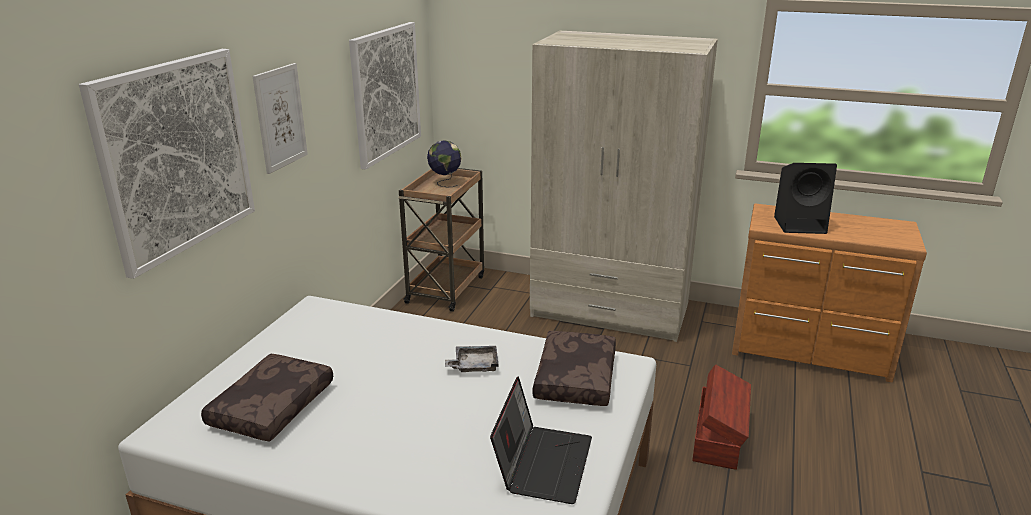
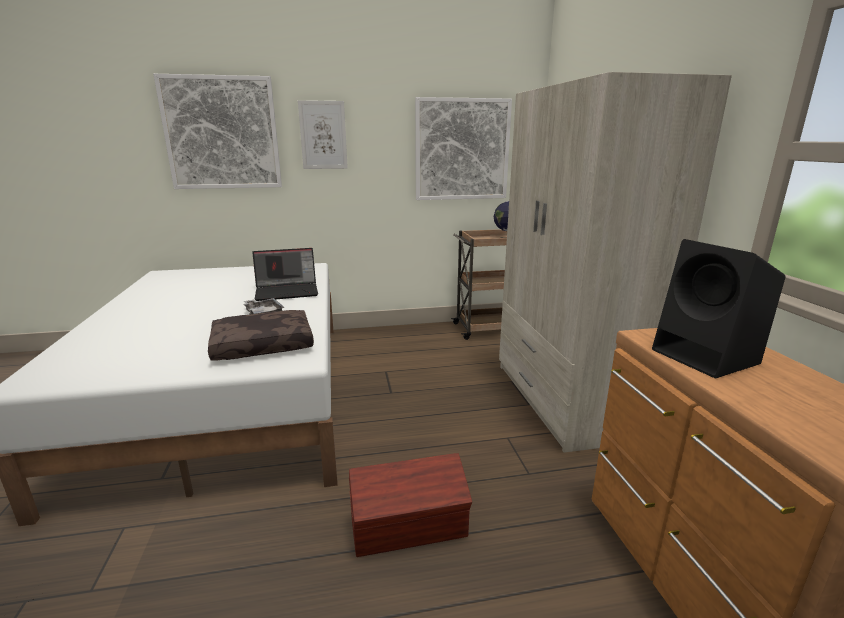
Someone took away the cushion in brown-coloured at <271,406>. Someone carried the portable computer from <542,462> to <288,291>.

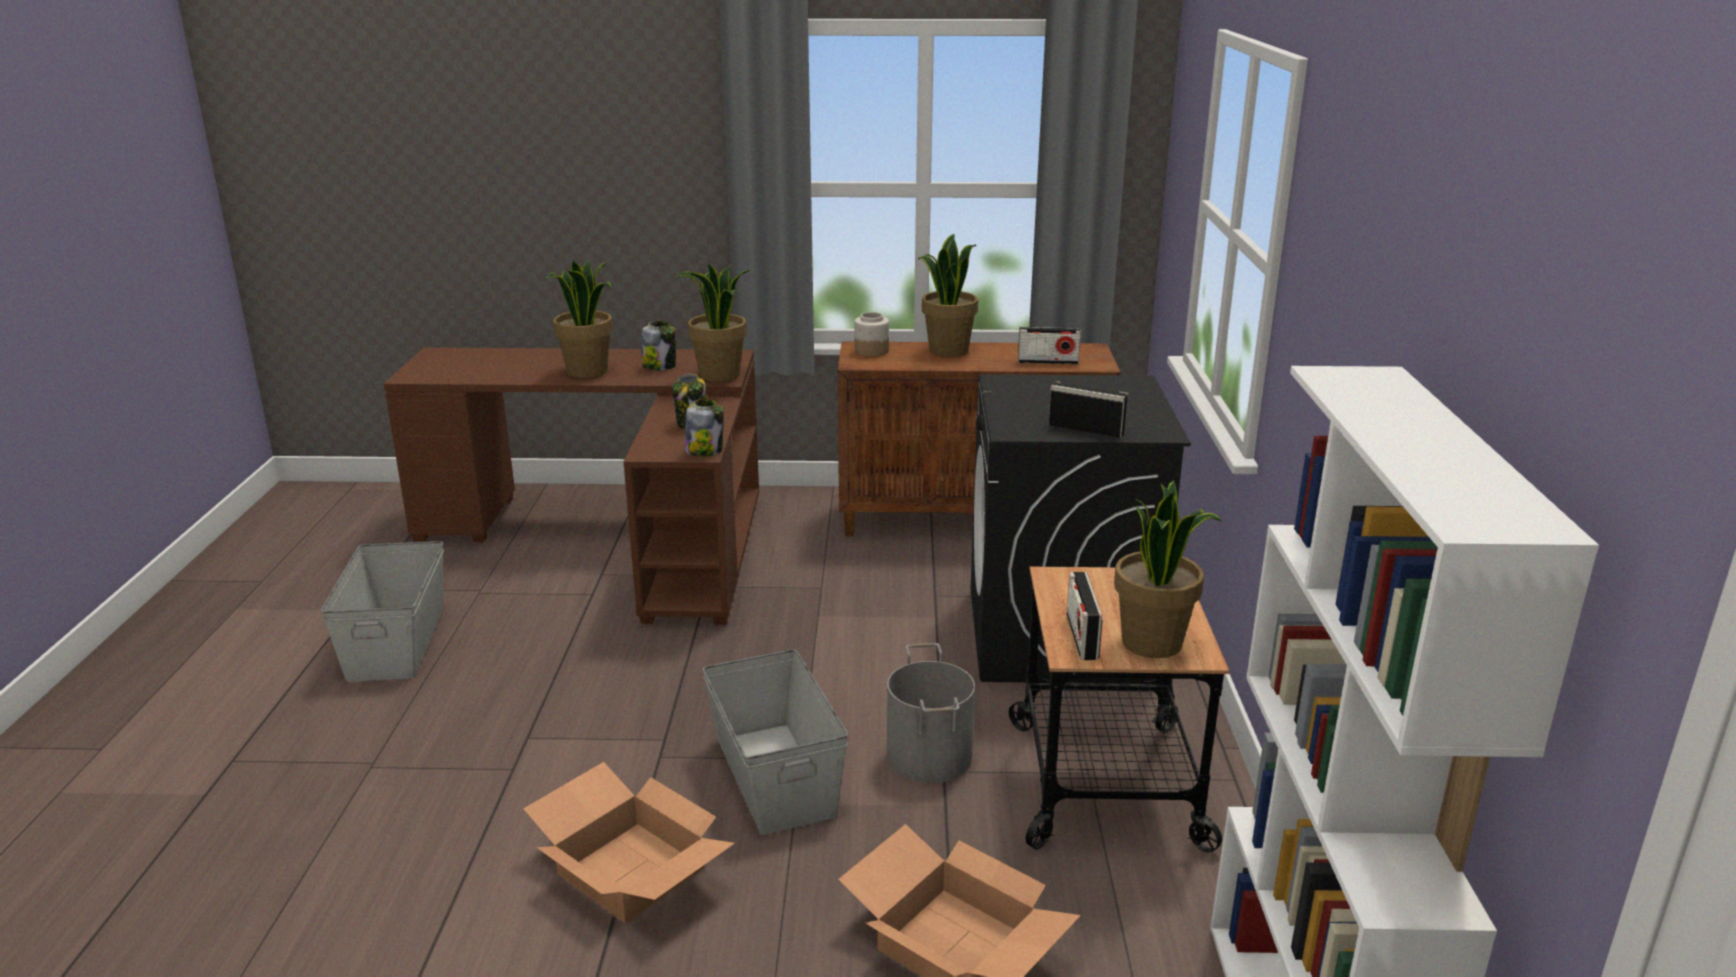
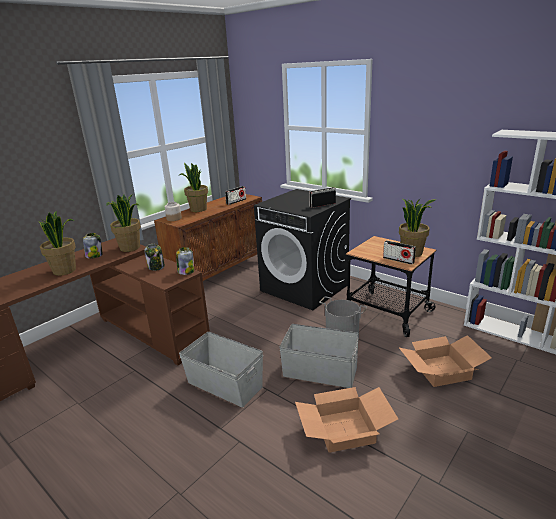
Someone carried the storage box in greyish from <398,642> to <224,384>.

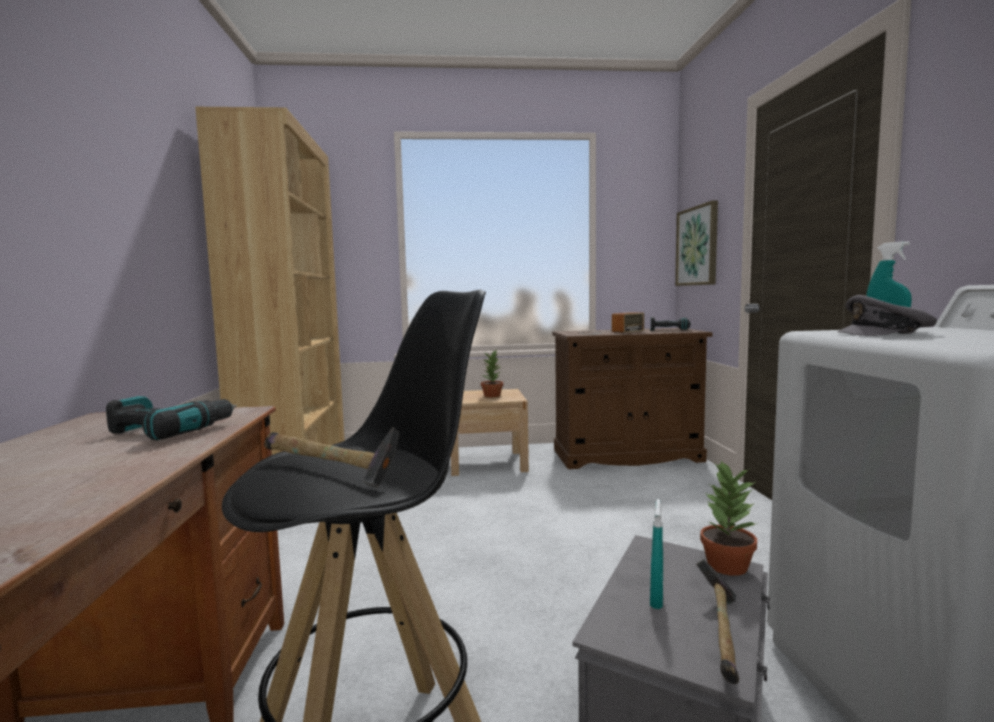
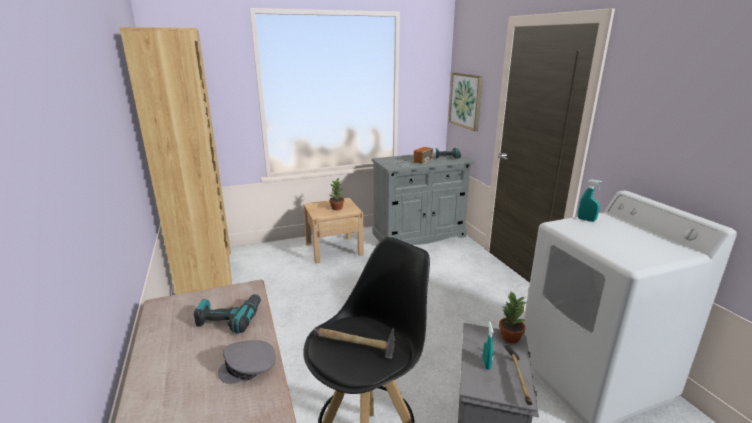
Someone carried the peaked cap in greyish from <885,334> to <249,367>. Someone repainted the cabinet in brown-coloured at <627,456>, which became the cabinet in greyish at <419,235>.

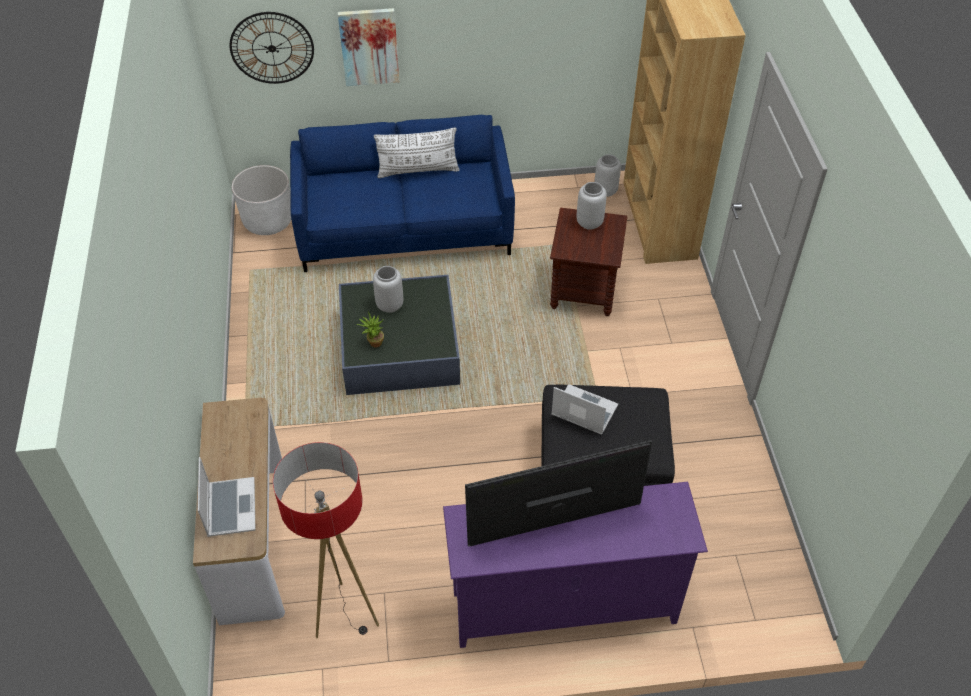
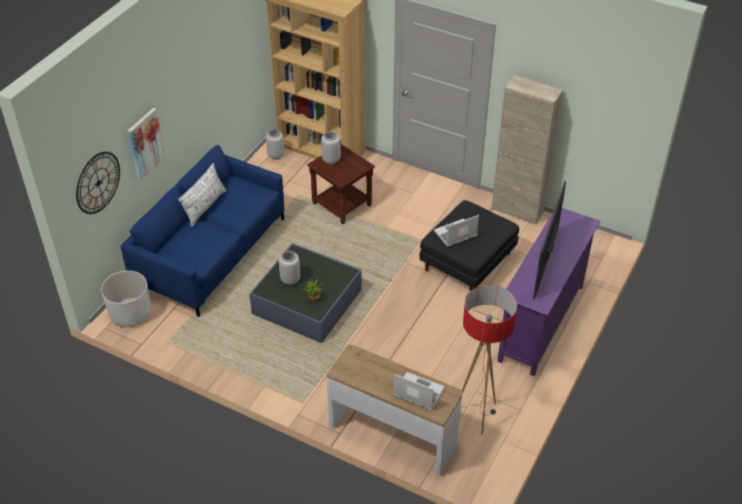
Someone put down the cabinet in beige-coloured at <517,210>.

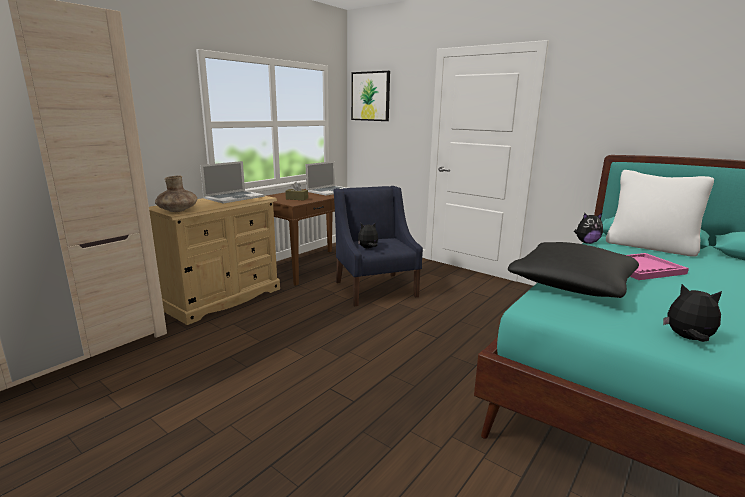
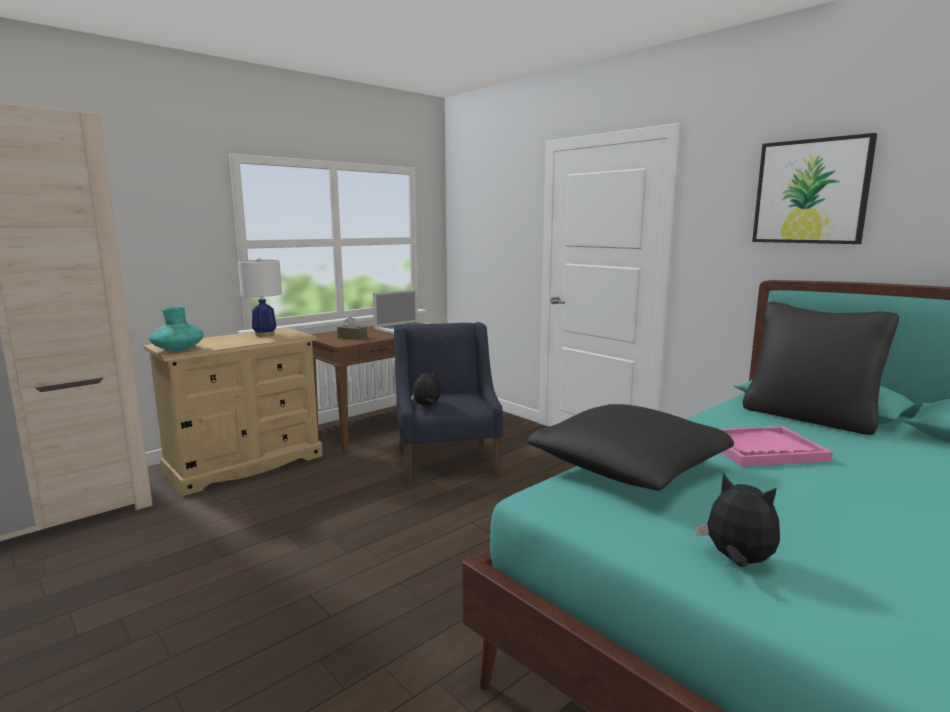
Someone took away the soft toy at <586,242>. Someone carried the wall picture from <370,96> to <811,192>. Someone swapped the portable computer at <234,197> for the lamp for a table in white at <265,334>. Someone repainted the flower vase in brown-coloured at <177,211>, which became the flower vase in turquoise-coloured at <178,350>. Someone repainted the cushion in white at <649,247>, which became the cushion in black-coloured at <809,417>.

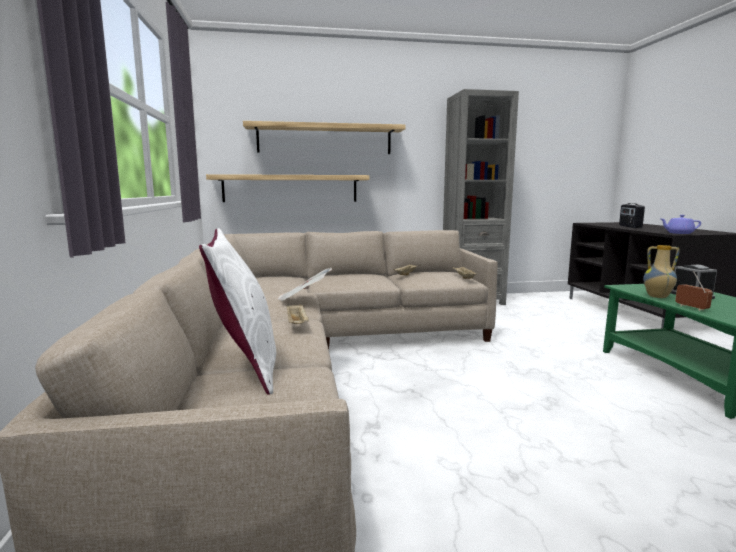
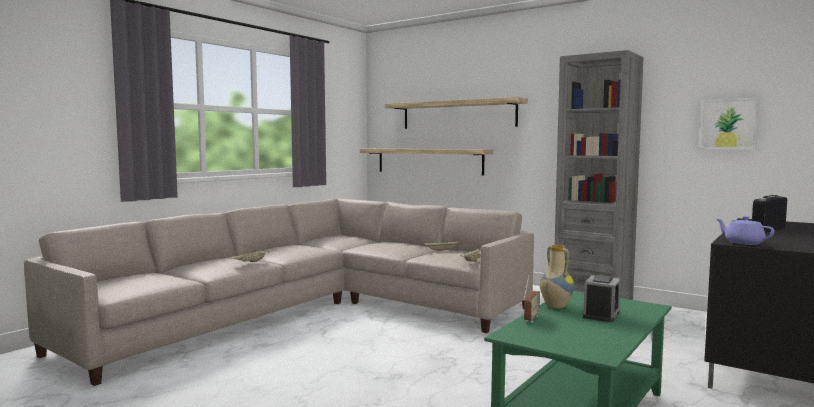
Someone took away the cushion in white at <245,367>. Someone took away the daily paper at <303,299>. Someone put up the wall picture at <729,124>.

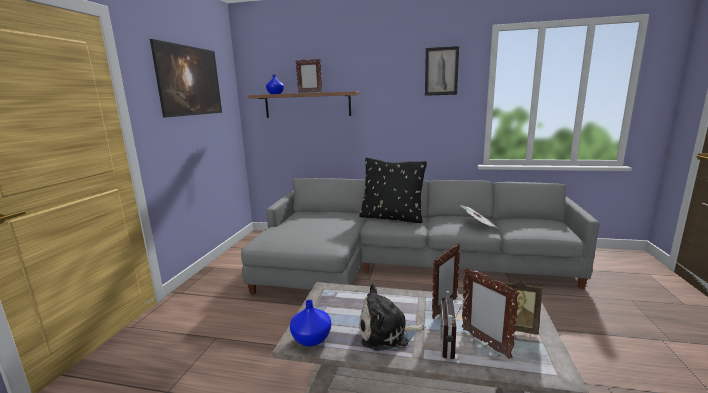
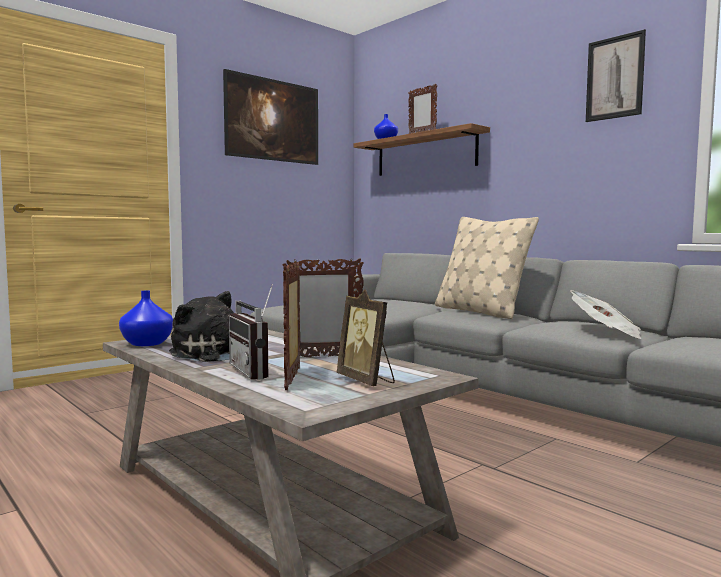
Someone repainted the cushion in black-coloured at <391,218>, which became the cushion in beige-coloured at <480,312>. Someone rotated the radio set at <453,344> by 75 degrees counterclockwise.

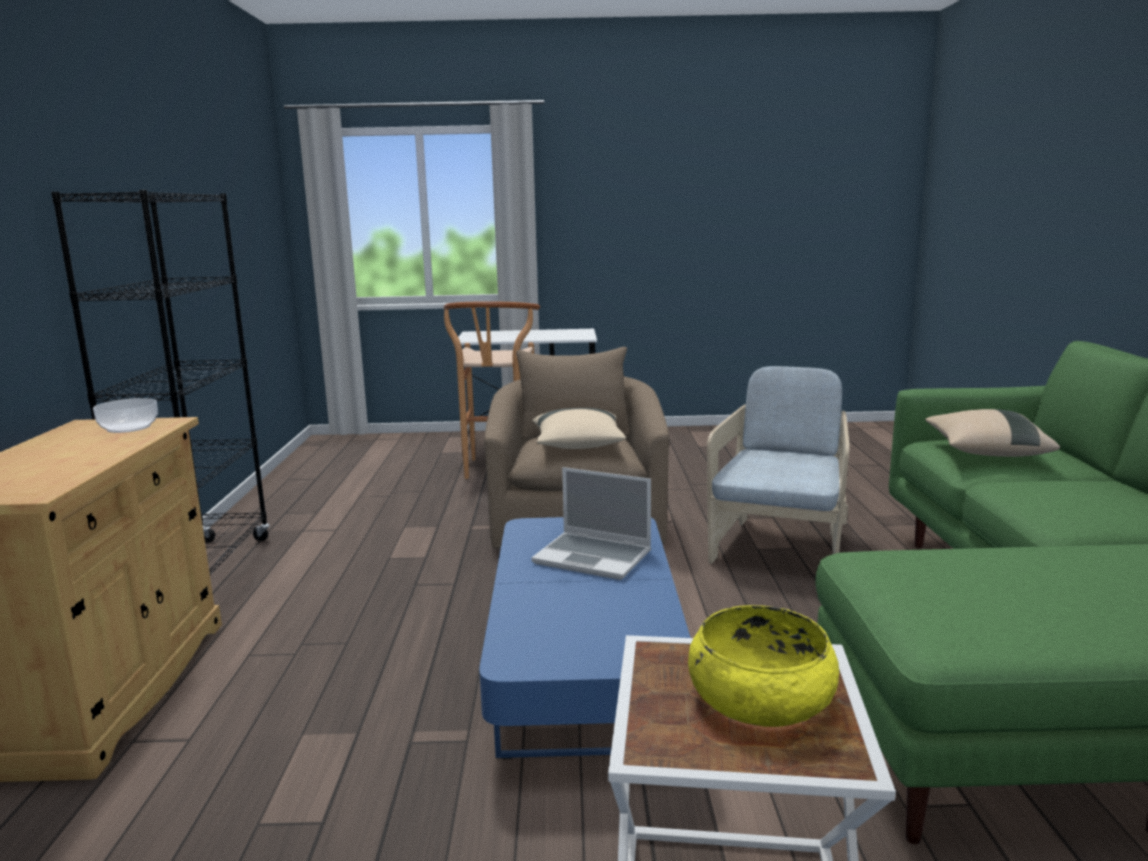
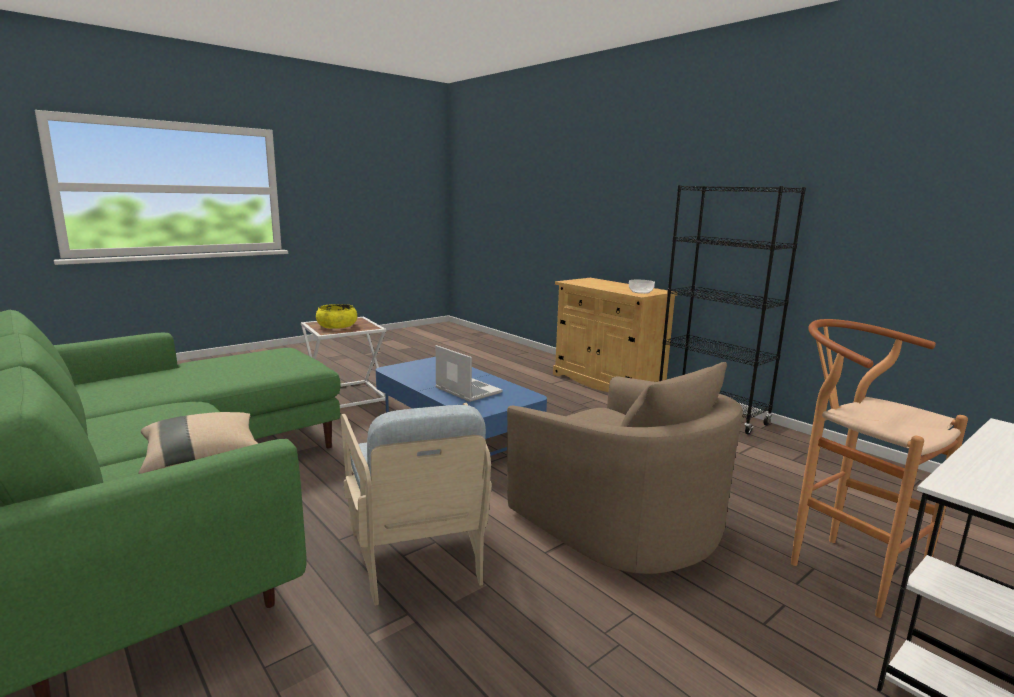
Someone took away the cushion in beige-coloured at <578,446>. Someone rotated the portable computer at <594,557> by 60 degrees clockwise.

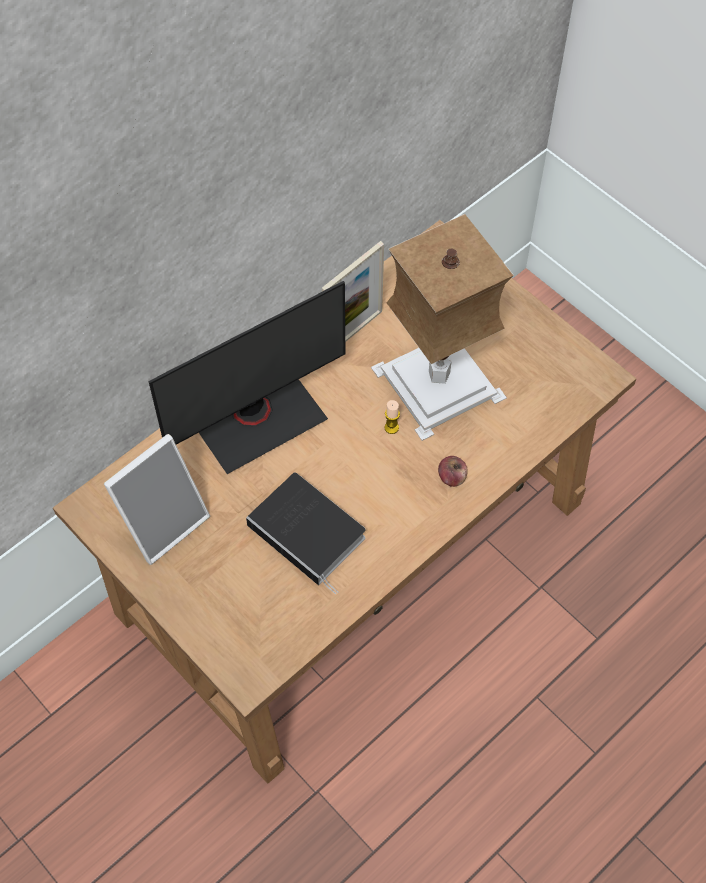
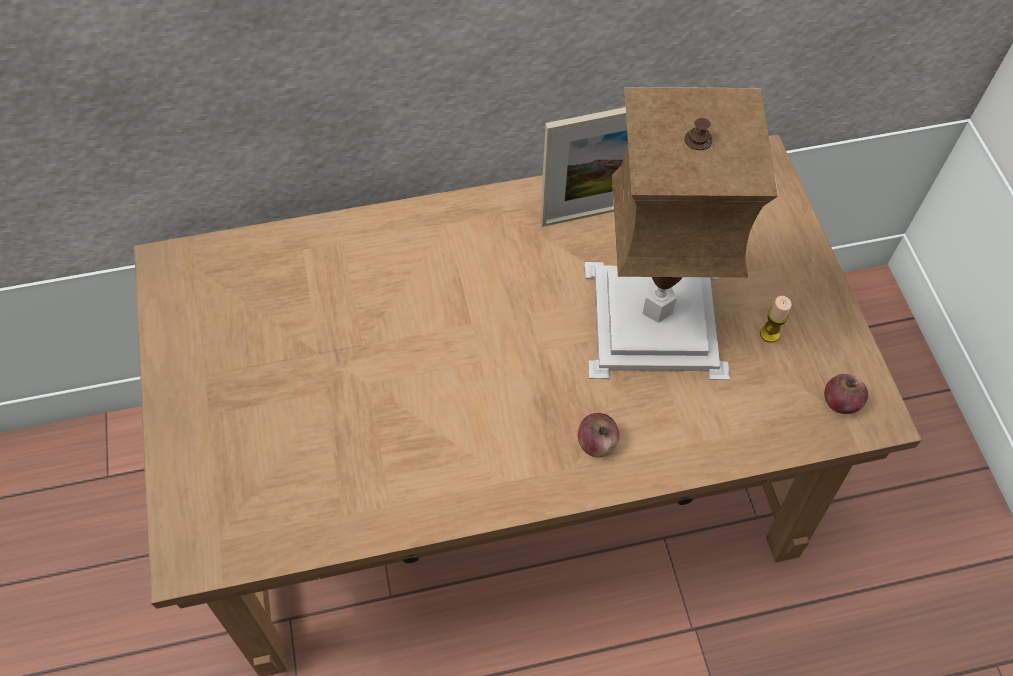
Someone took away the picture frame at <163,522>. Someone took away the monitor at <256,418>. Someone took away the volume at <309,533>. Someone put down the apple fruit at <840,402>. Someone carried the wax light from <391,427> to <769,334>.

